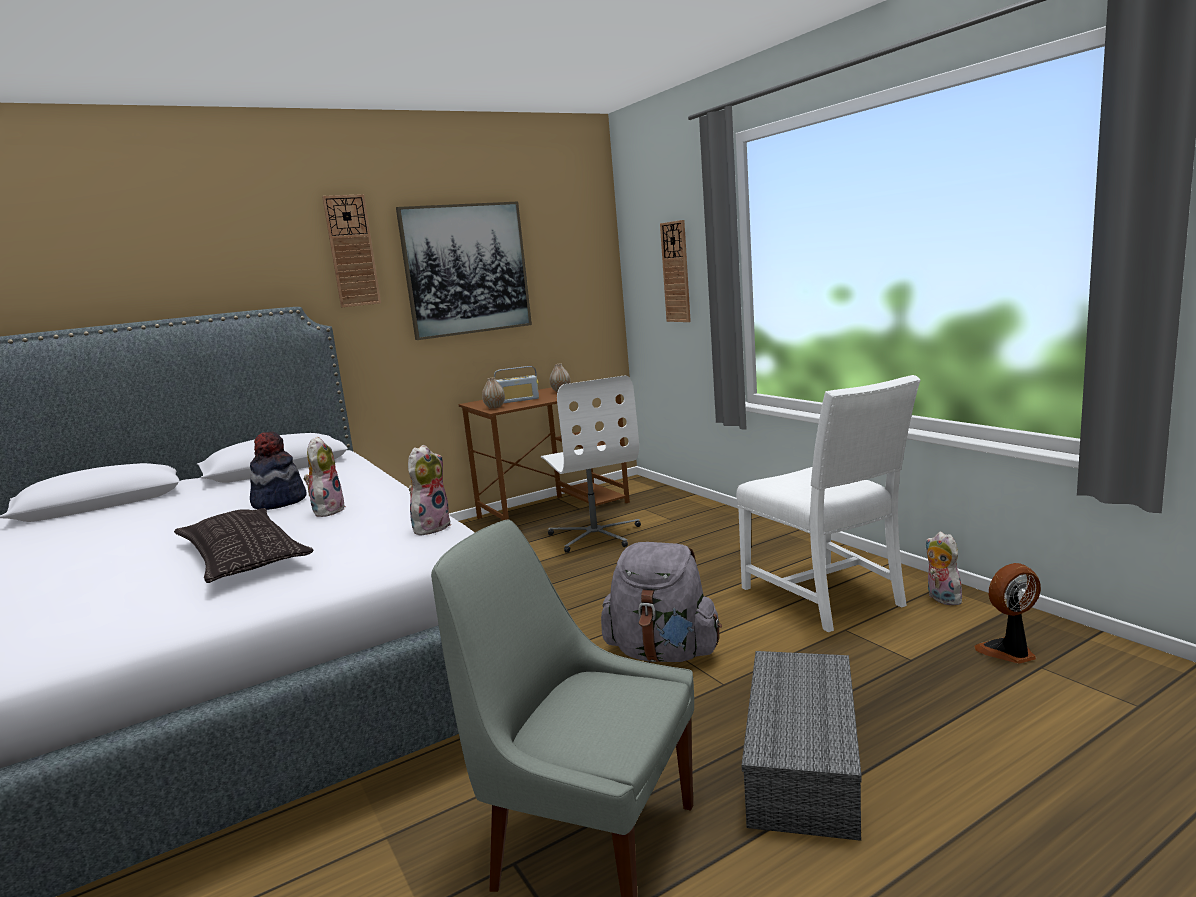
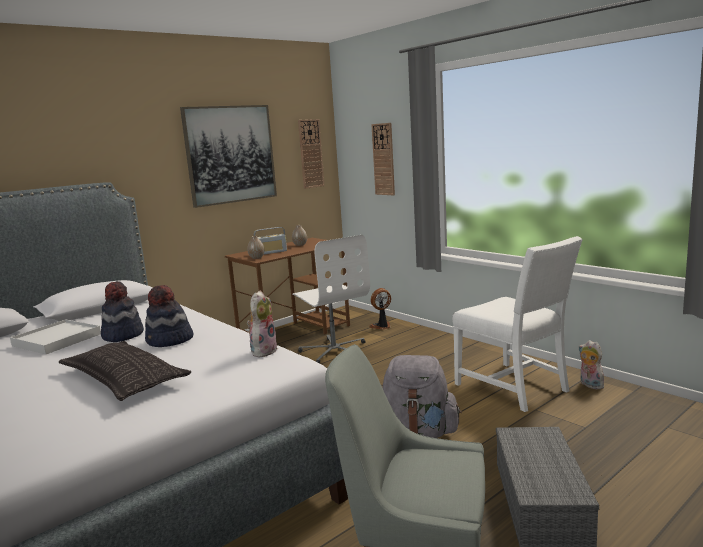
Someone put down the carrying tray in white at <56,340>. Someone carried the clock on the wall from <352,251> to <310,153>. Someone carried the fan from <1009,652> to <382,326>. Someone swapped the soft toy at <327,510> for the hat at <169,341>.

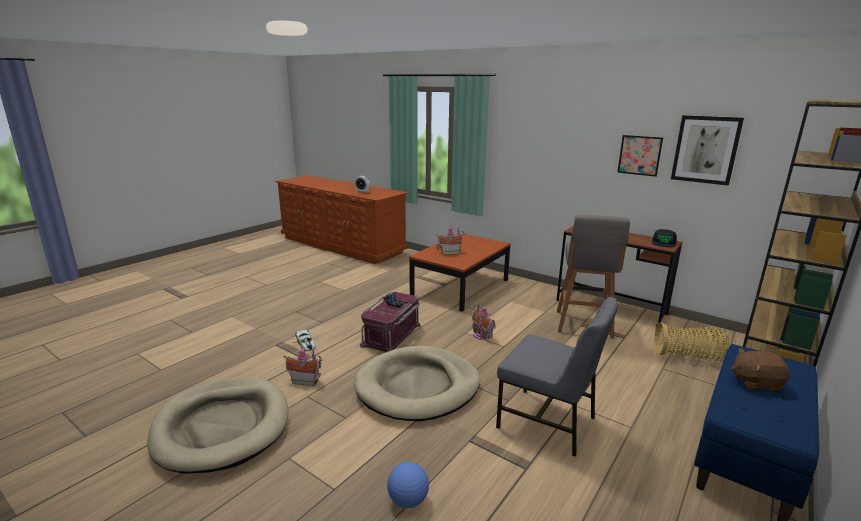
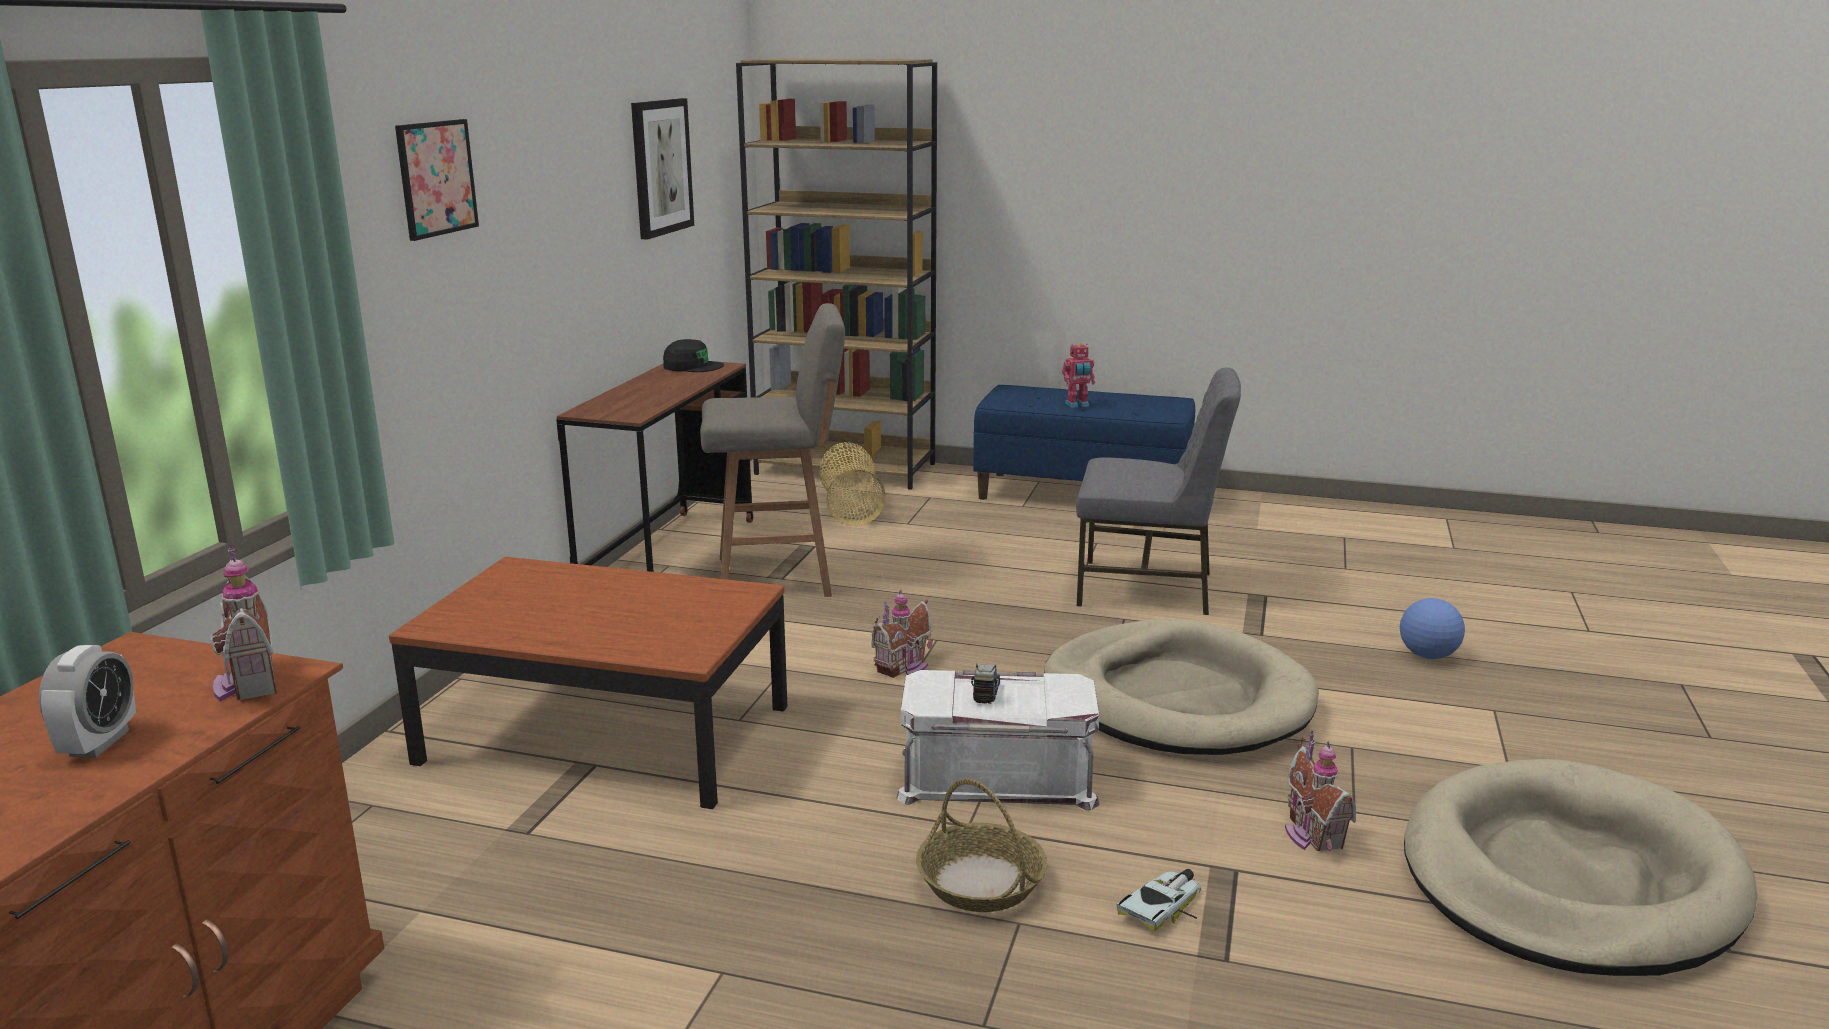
Someone put down the household basket at <980,882>. Someone carried the model house from <449,252> to <246,683>. Someone carried the wall picture from <639,155> to <436,178>. Someone swapped the soft toy in brown-coloured at <755,383> for the model robot at <1077,405>. Someone repainted the storage box in red at <392,335>, which became the storage box in white at <997,776>. Someone rotated the plain chair in greyish at <548,422> by 90 degrees clockwise.

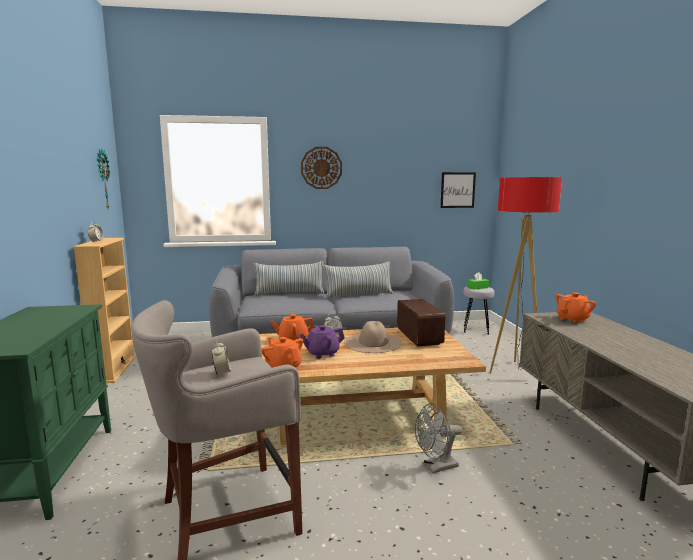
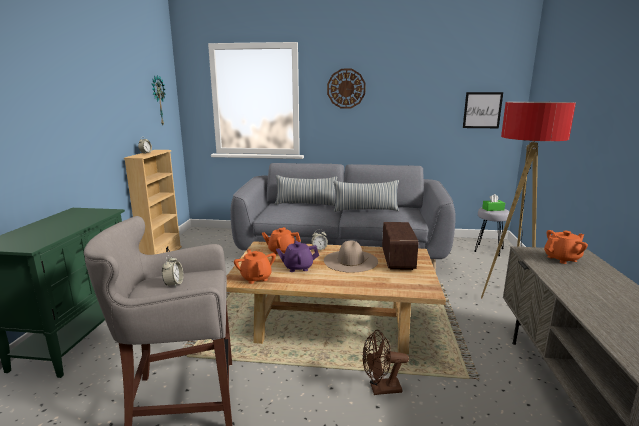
Someone repainted the fan in greyish at <436,467>, which became the fan in brown-coloured at <380,389>.

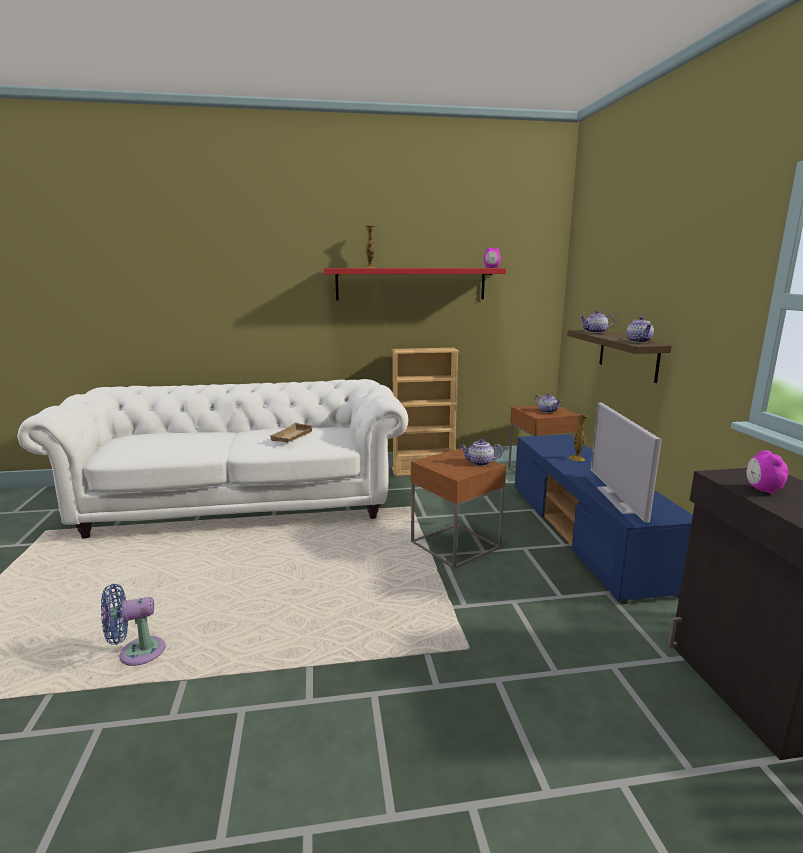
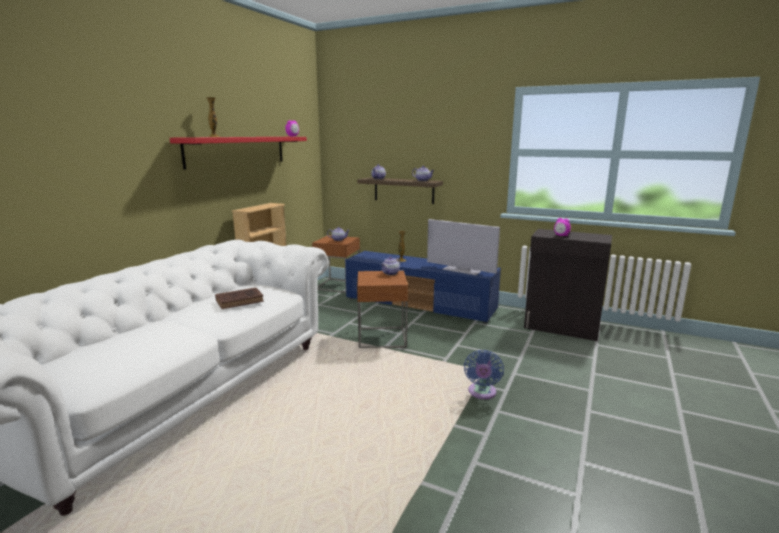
Someone carried the fan in blue-coloured from <137,653> to <481,393>. Someone swapped the carrying tray in beige-coloured at <293,436> for the volume in brown-coloured at <241,300>.

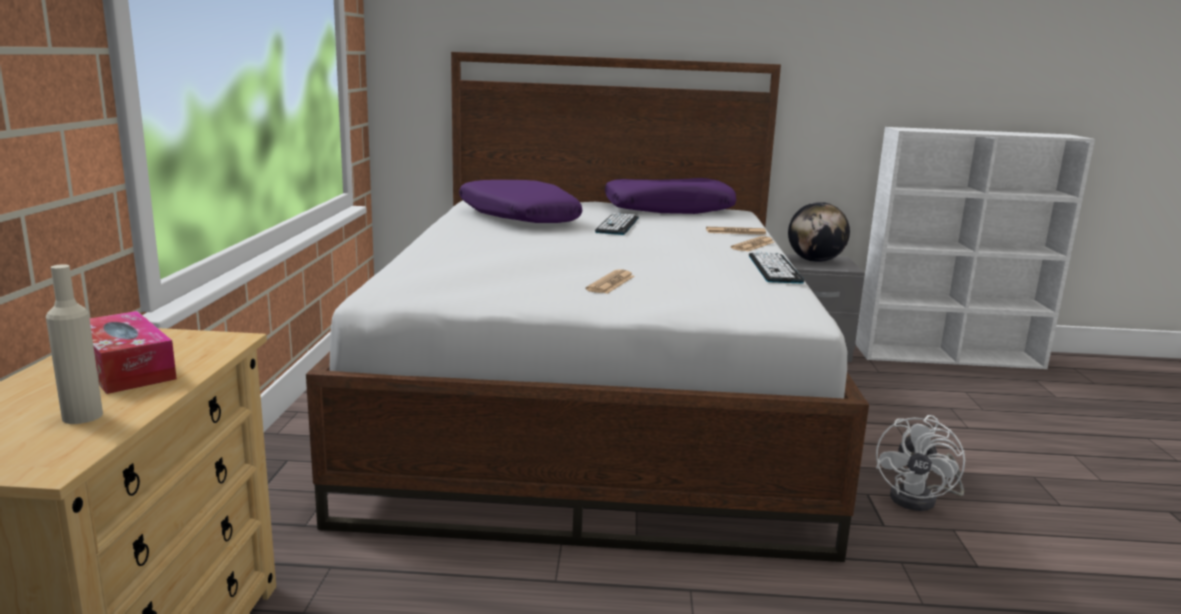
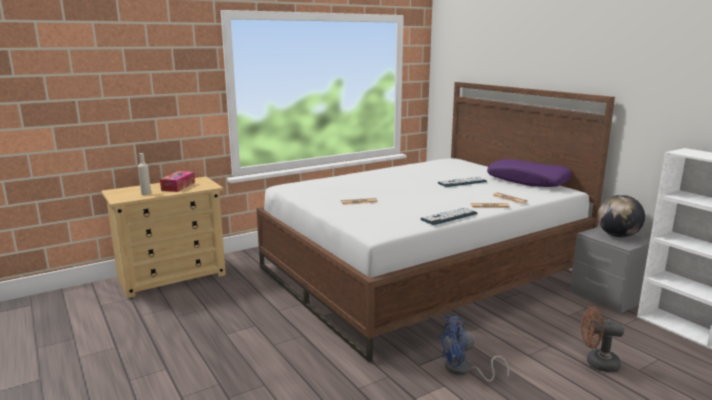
Someone took away the cushion in purple at <517,218>. Someone put down the fan in brown-coloured at <597,363>. Someone repainted the fan in white at <921,499>, which became the fan in blue-coloured at <464,370>.

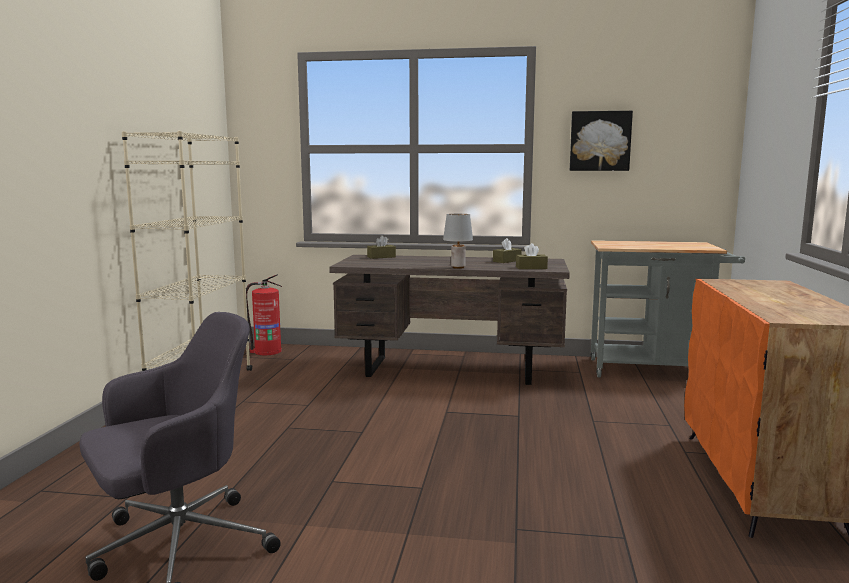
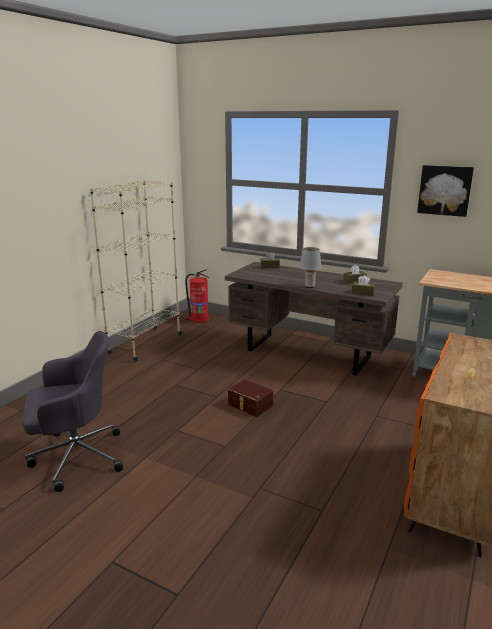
Someone put down the storage box in brown-coloured at <249,405>.

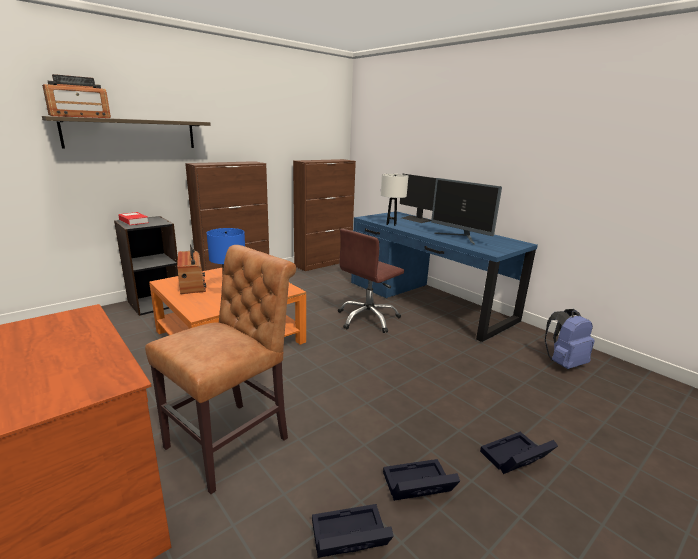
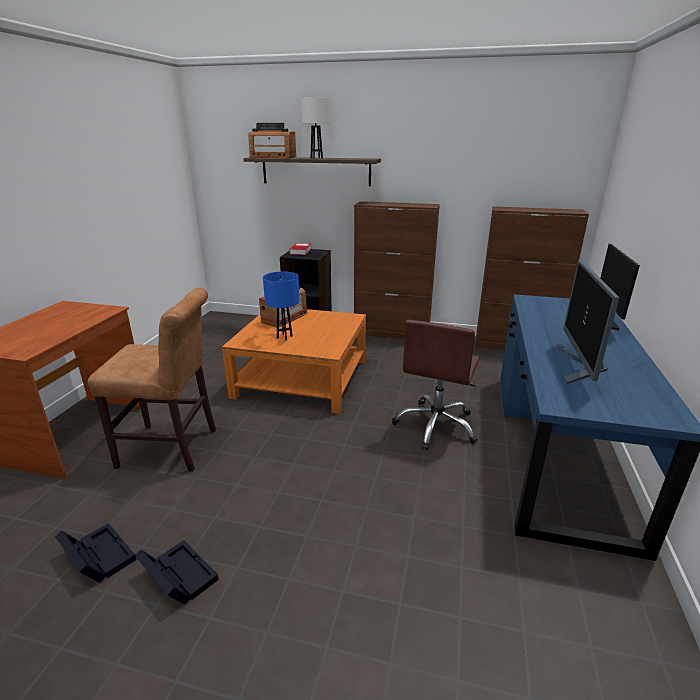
Someone took away the storage box in black-coloured at <514,458>. Someone took away the backpack in blue-coloured at <563,363>. Someone carried the lamp for a table in white from <391,224> to <316,158>. Someone rotated the desk chair in brown-coloured at <368,319> by 75 degrees counterclockwise.

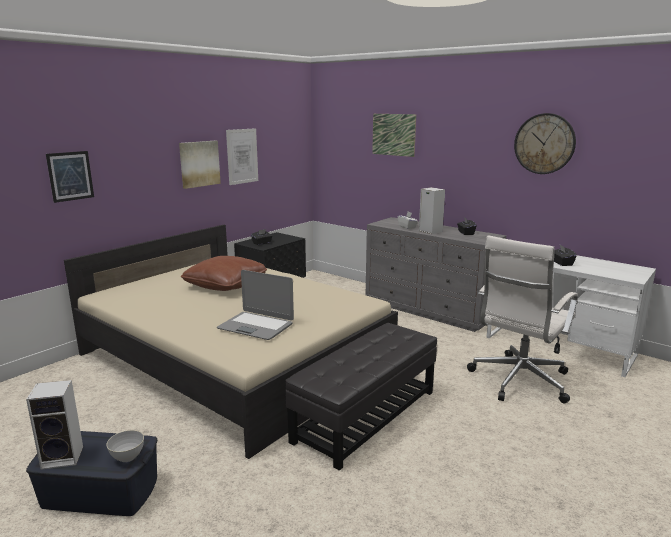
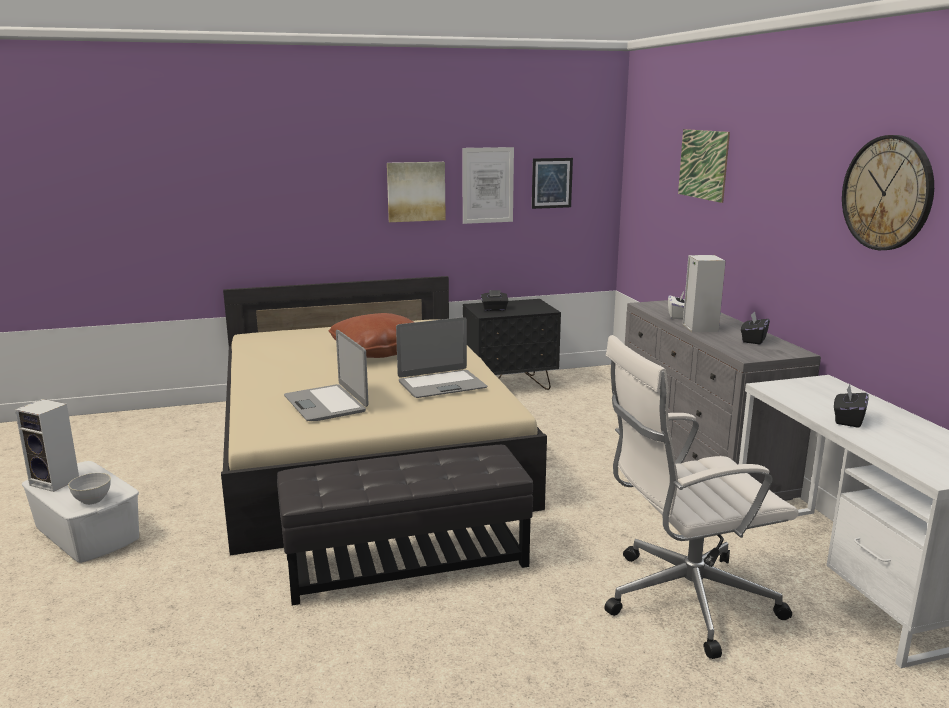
Someone put down the portable computer at <441,385>. Someone carried the wall picture from <70,176> to <551,183>. Someone repainted the storage box in blue-coloured at <101,493>, which became the storage box in white at <86,533>.

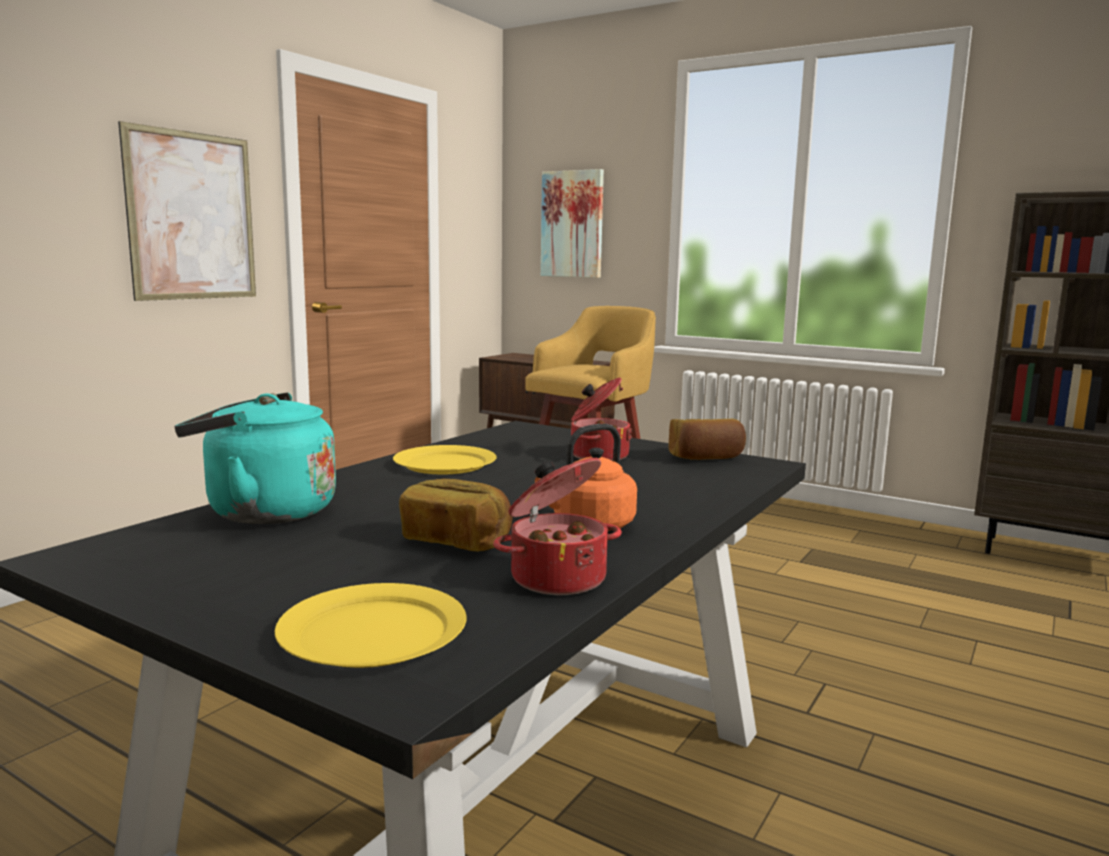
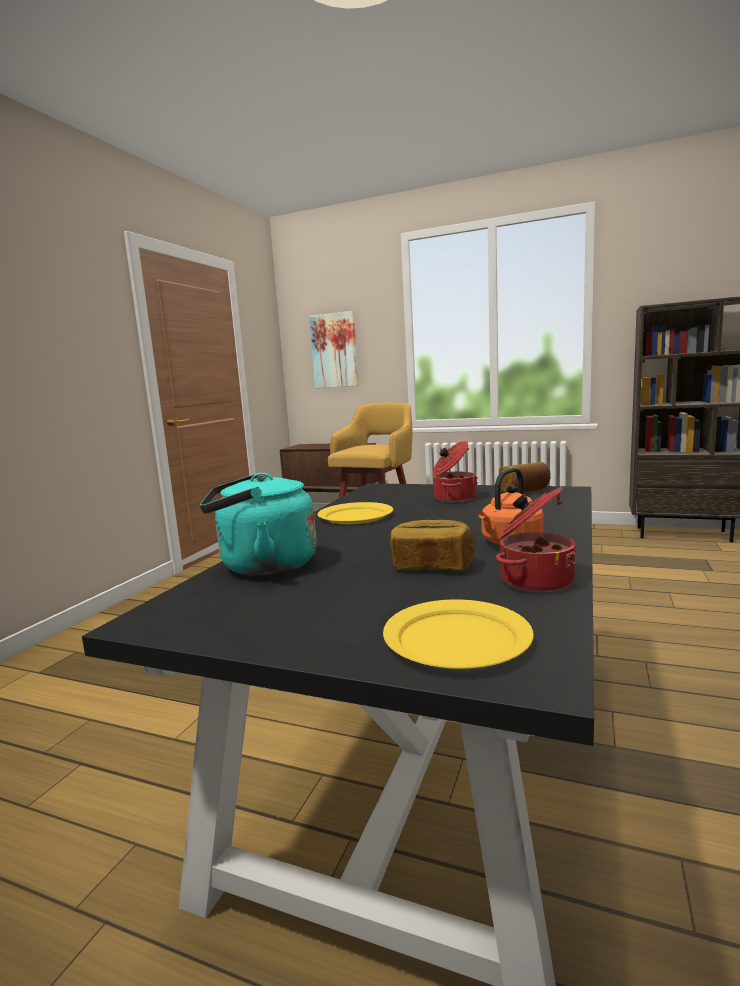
Someone took away the wall picture at <192,216>.

